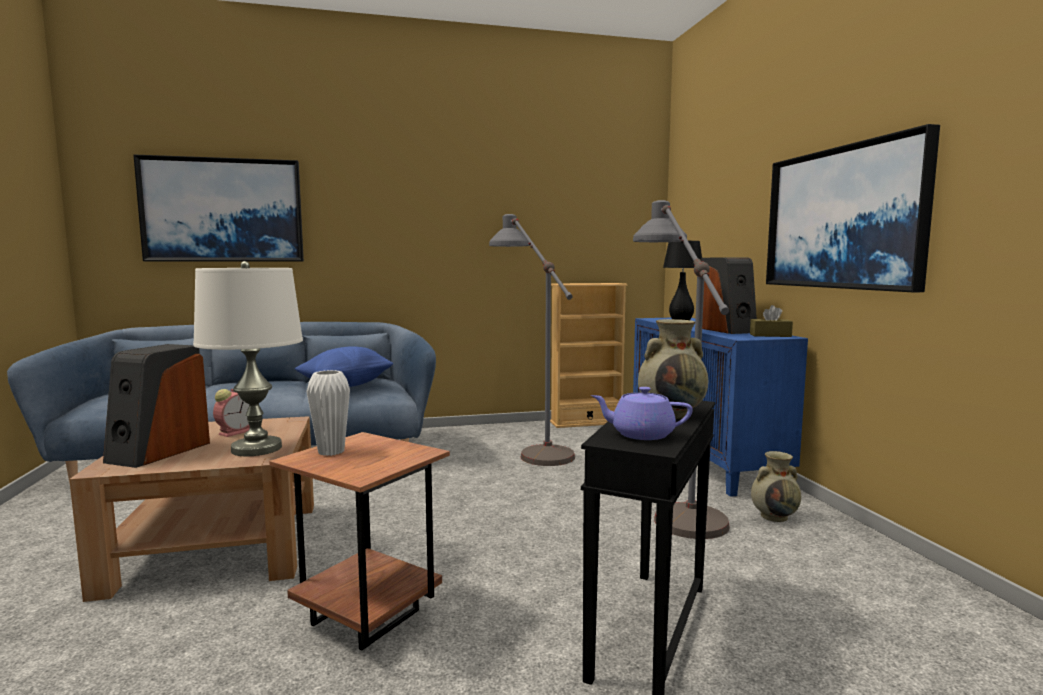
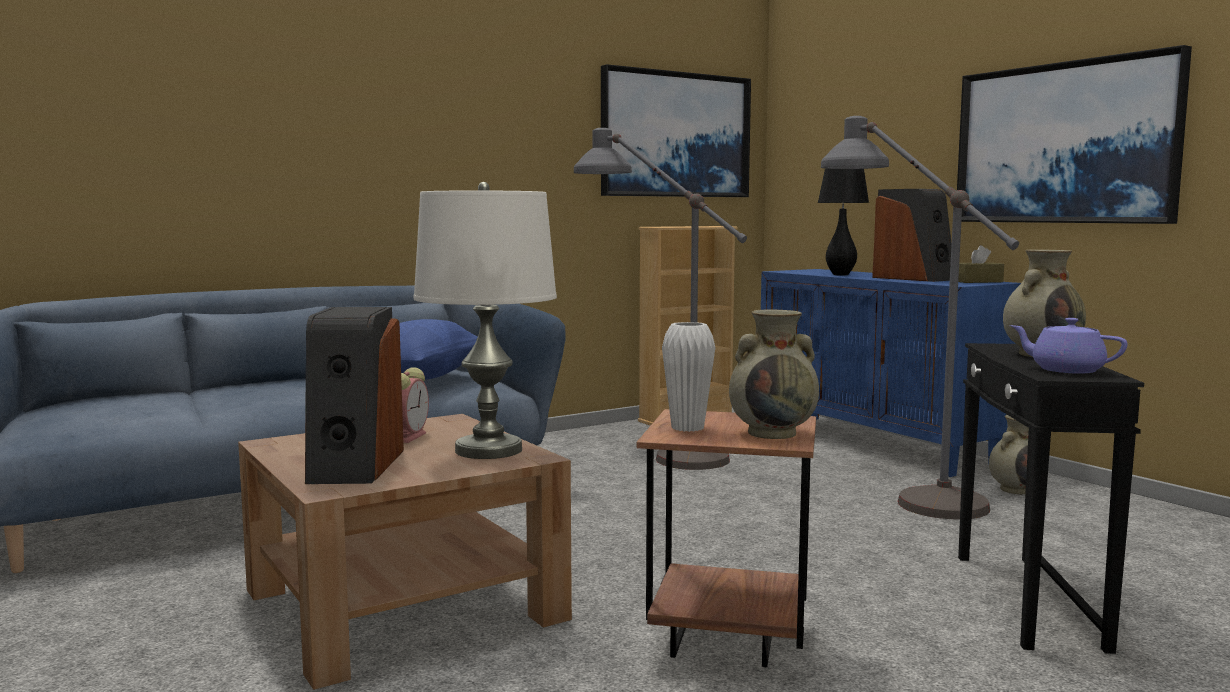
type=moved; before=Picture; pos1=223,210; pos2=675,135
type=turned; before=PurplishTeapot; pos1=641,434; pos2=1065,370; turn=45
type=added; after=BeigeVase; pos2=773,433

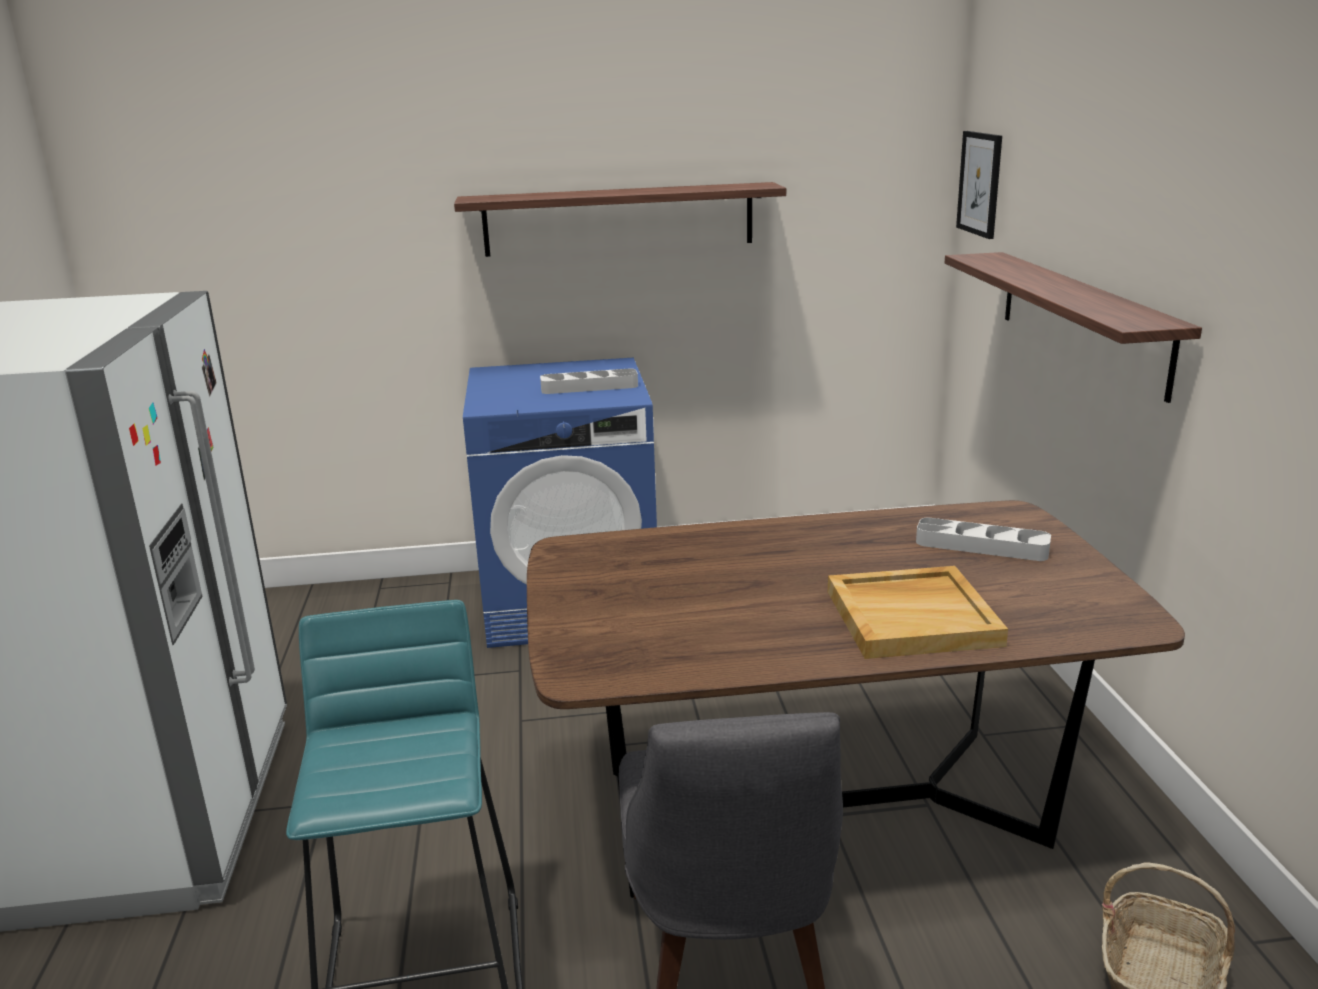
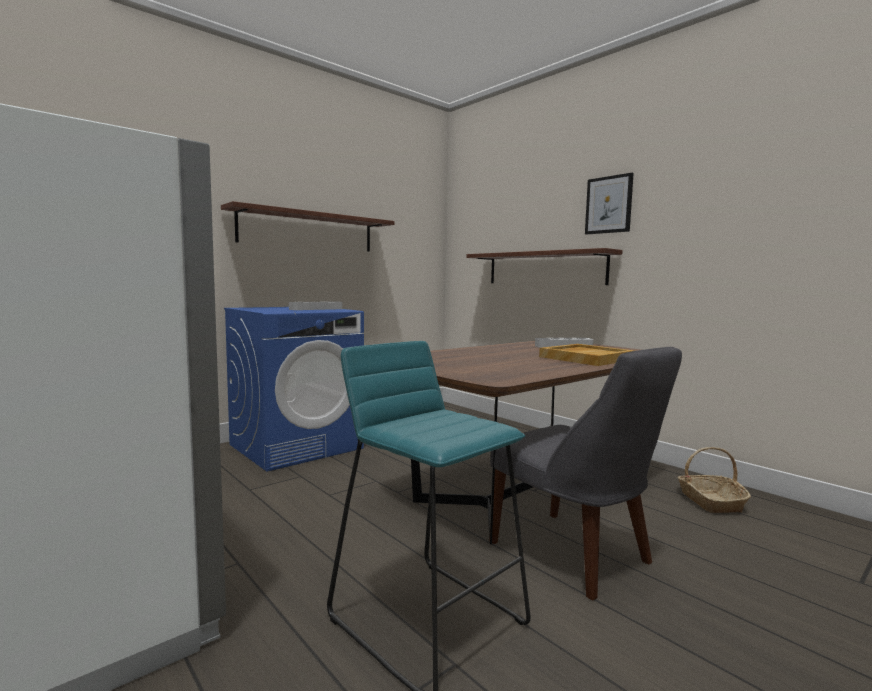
type=moved; before=Picture; pos1=980,183; pos2=608,205

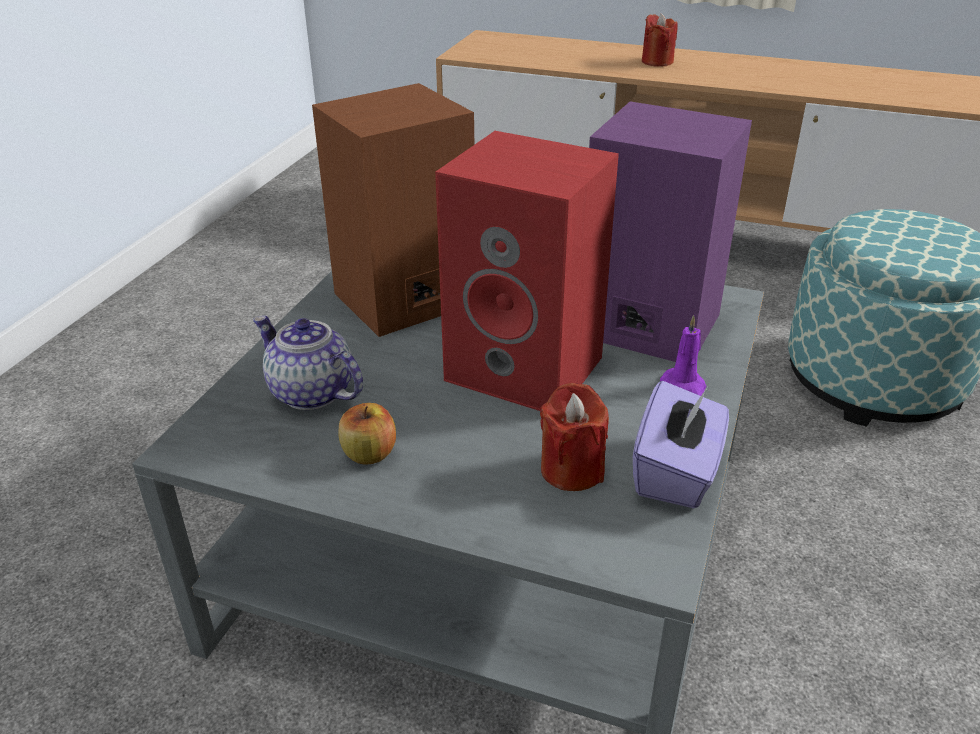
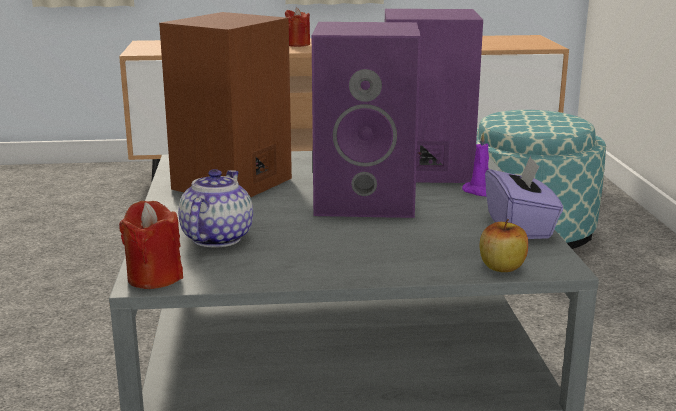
type=turned; before=Teapot; pos1=310,393; pos2=216,238; turn=90
type=moved; before=Apple; pos1=369,454; pos2=502,267
type=recoloured; before=ReddishAudioSpeaker; after=PurplishAudioSpeaker; pos1=529,368; pos2=367,200
type=moved; before=ReddishWaxCandle; pos1=572,470; pos2=154,277

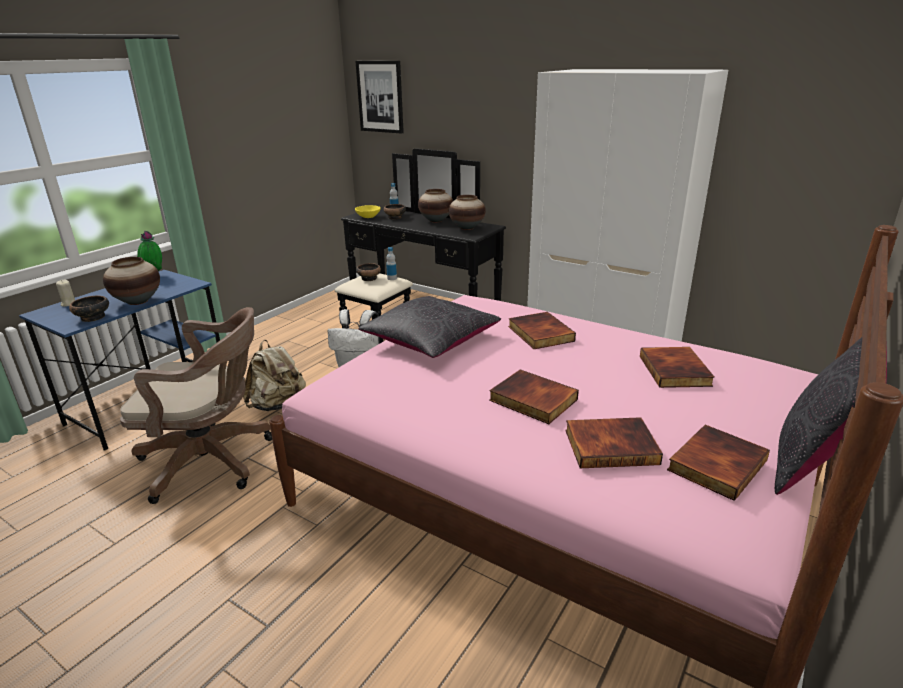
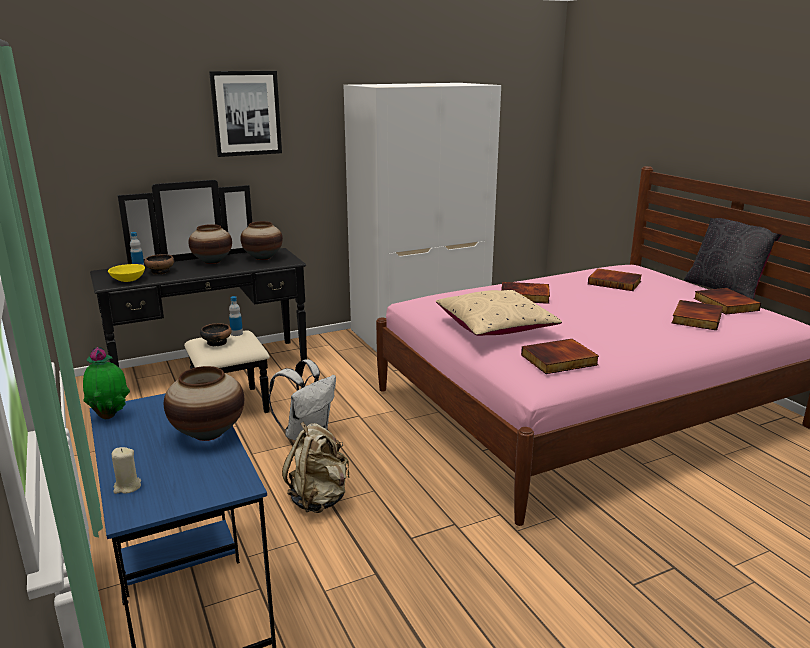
type=removed; before=DeepDish; pos1=93,317
type=removed; before=BrownishDeskChair; pos1=213,461
type=moved; before=Picture; pos1=380,97; pos2=246,113
type=recoloured; before=BlackishPillow; after=BeigePillow; pos1=431,340; pos2=495,327
type=moved; before=Book; pos1=532,400; pos2=559,360

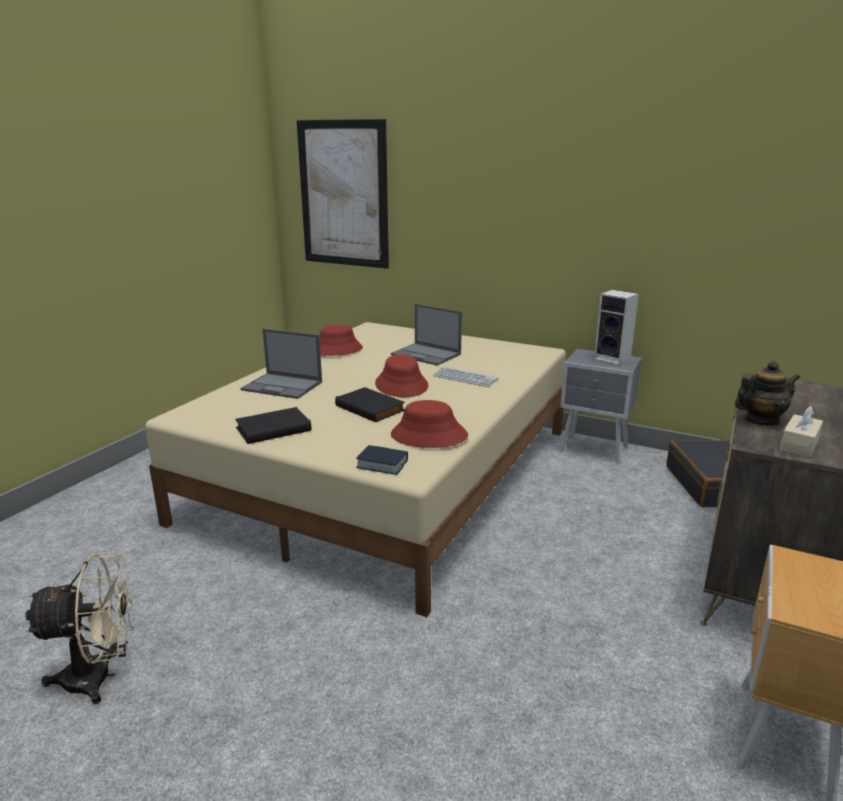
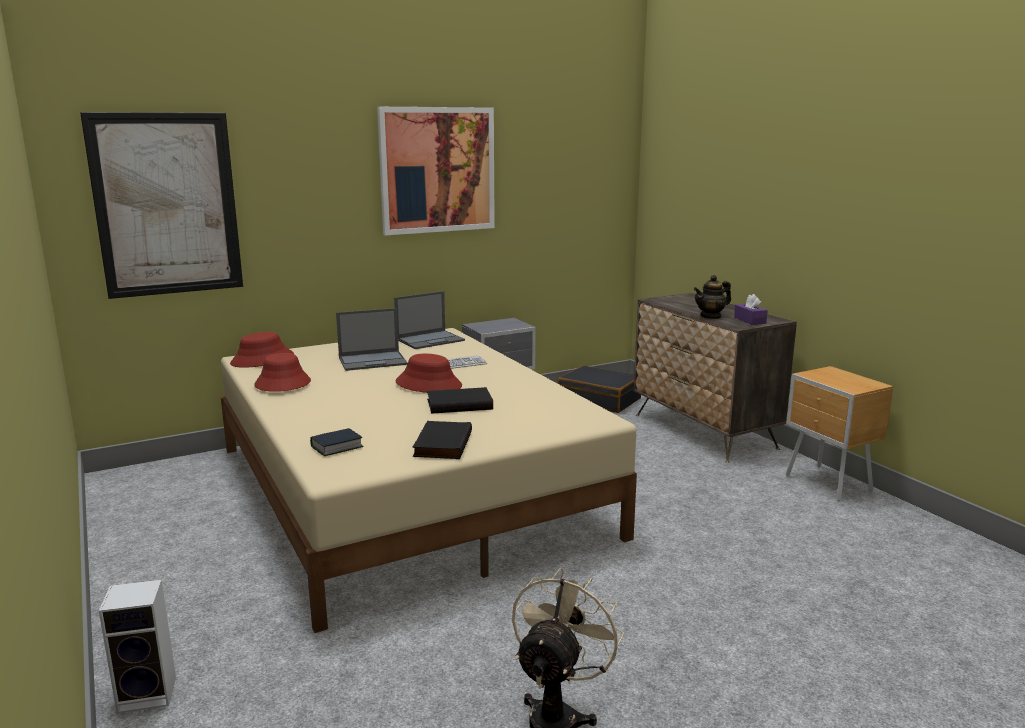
type=moved; before=NotebookComputer; pos1=283,386; pos2=431,340
type=moved; before=Book; pos1=382,464; pos2=337,447
type=moved; before=ReddishWearableHat; pos1=428,436; pos2=262,360
type=moved; before=AudioSpeaker; pos1=613,359; pos2=150,693
type=turned; before=Teapot; pos1=760,420; pos2=711,316; turn=-135
type=recoloured; before=BeigeTissueBox; after=PurplishTissueBox; pos1=799,445; pos2=749,320
type=added; after=Picture; pos2=437,170

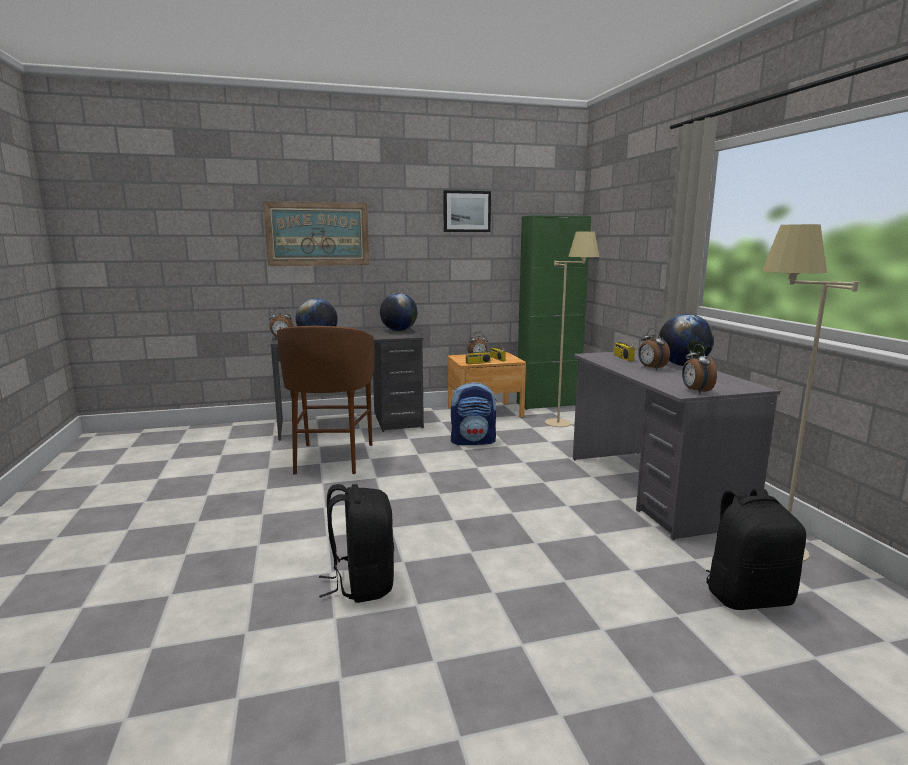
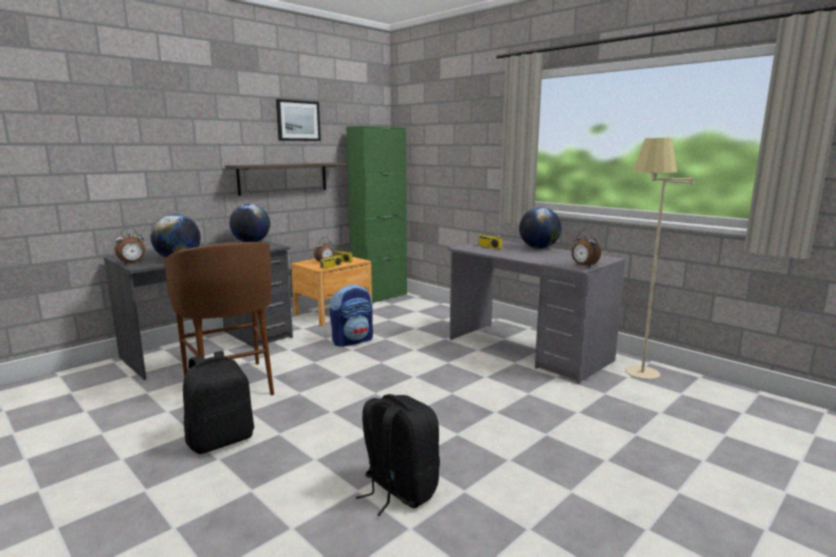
type=removed; before=Picture; pos1=318,234
type=removed; before=BeigeStandardLamp; pos1=566,420
type=removed; before=BedsideClock; pos1=651,368
type=moved; before=BlackishRucksack; pos1=747,596; pos2=221,440
type=added; after=Shelf; pos2=283,178

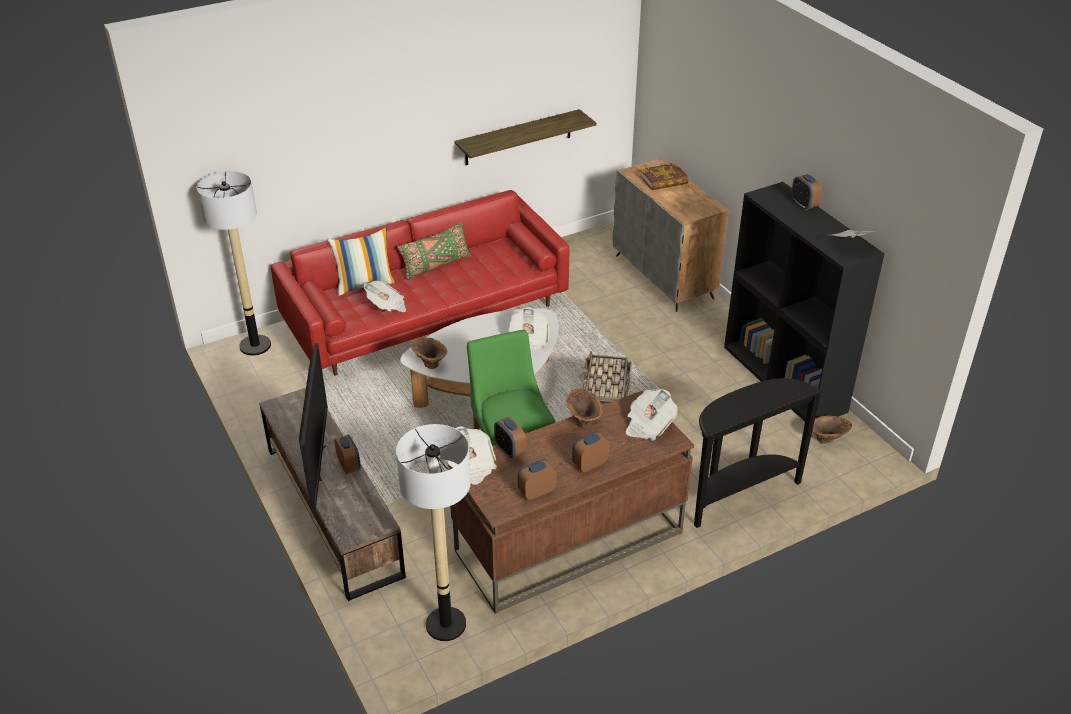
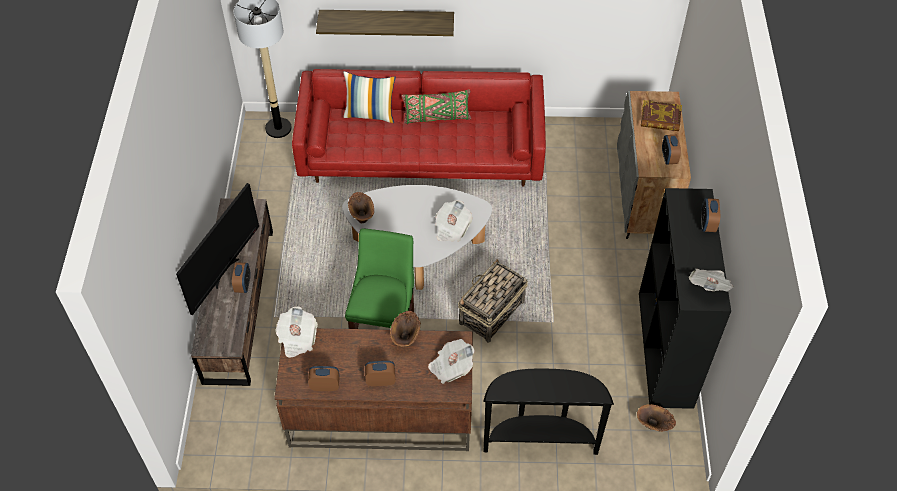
type=removed; before=Newspaper; pos1=387,306
type=removed; before=StandardLamp; pos1=445,624
type=moved; before=Shelf; pos1=518,137; pos2=387,21
type=moved; before=BedsideClock; pos1=510,450; pos2=669,158

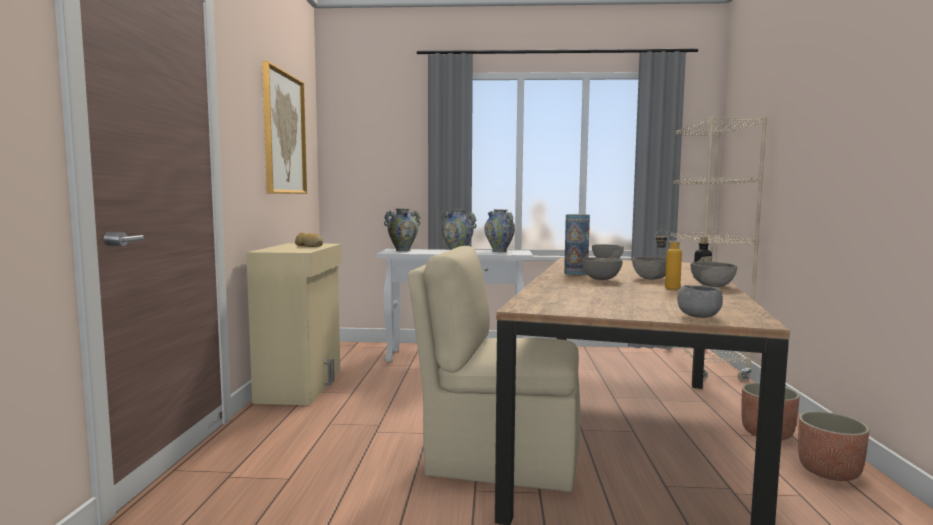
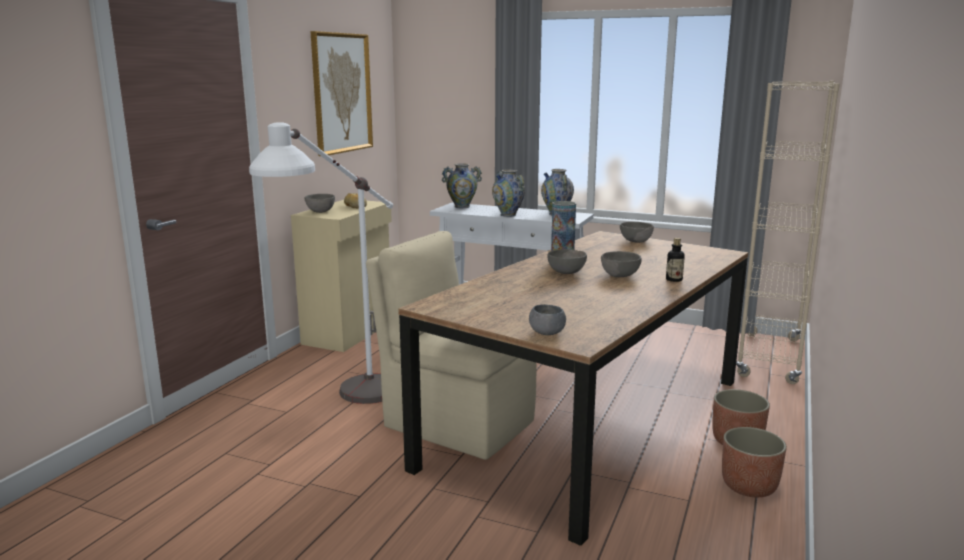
type=removed; before=BeverageBottle; pos1=666,288
type=moved; before=GreyDeepDish; pos1=712,286; pos2=320,212
type=added; after=WhitishStandardLamp; pos2=345,408

